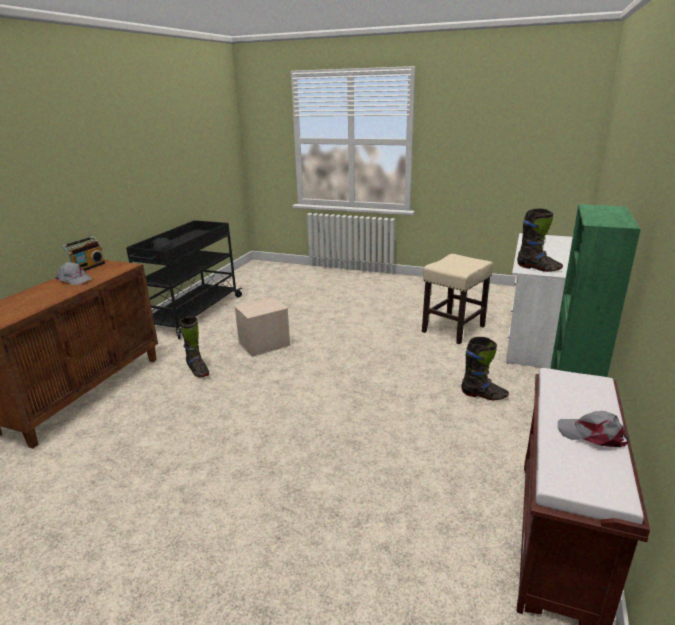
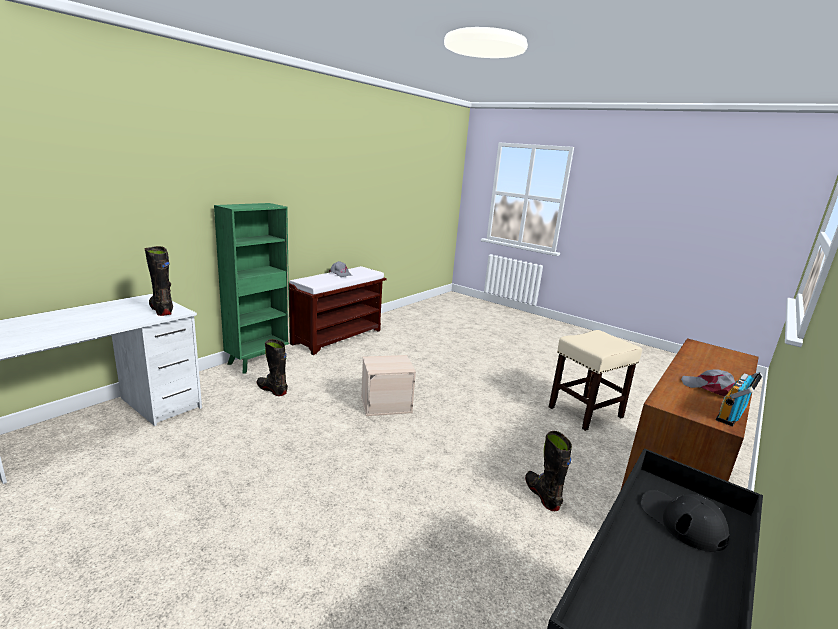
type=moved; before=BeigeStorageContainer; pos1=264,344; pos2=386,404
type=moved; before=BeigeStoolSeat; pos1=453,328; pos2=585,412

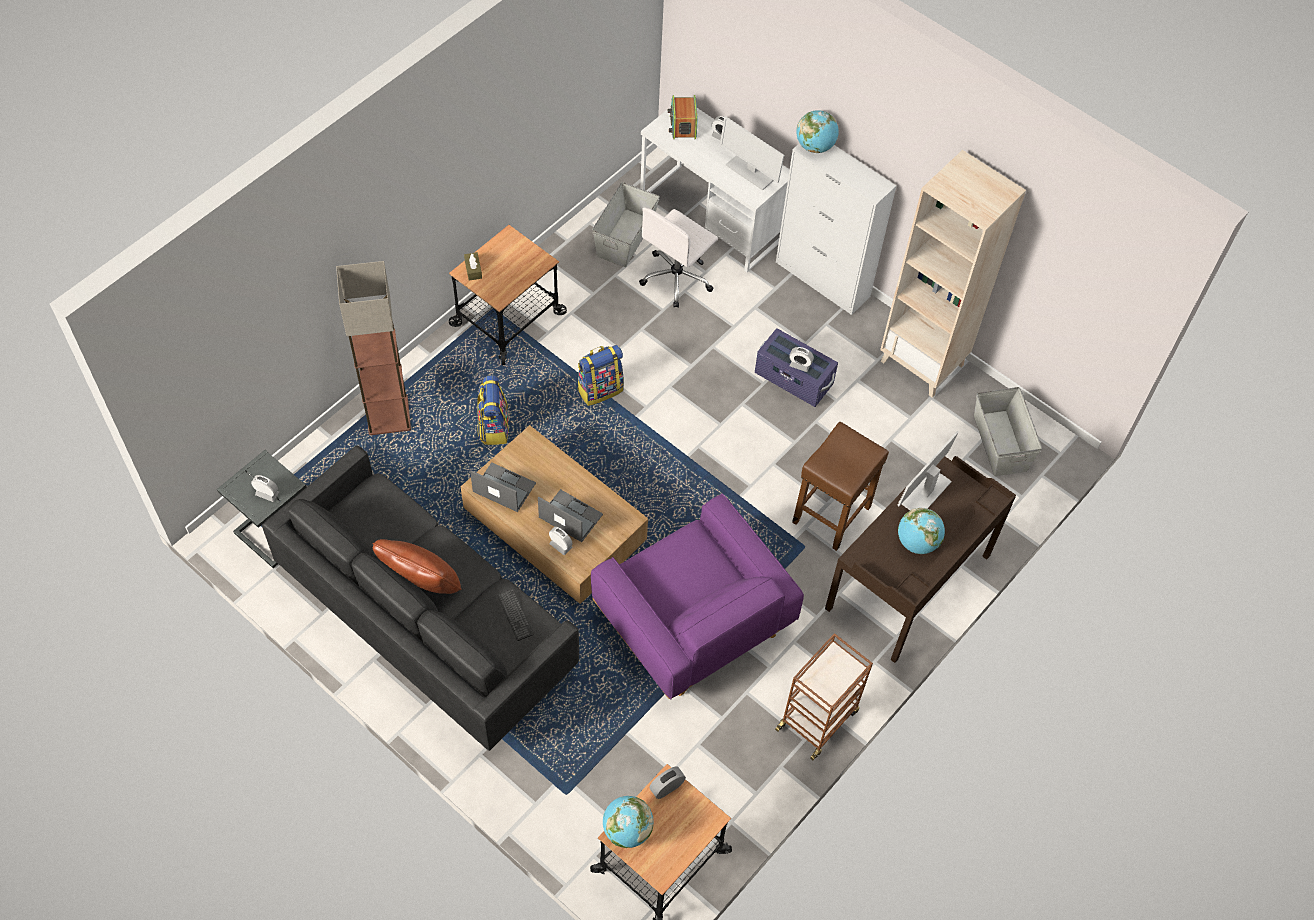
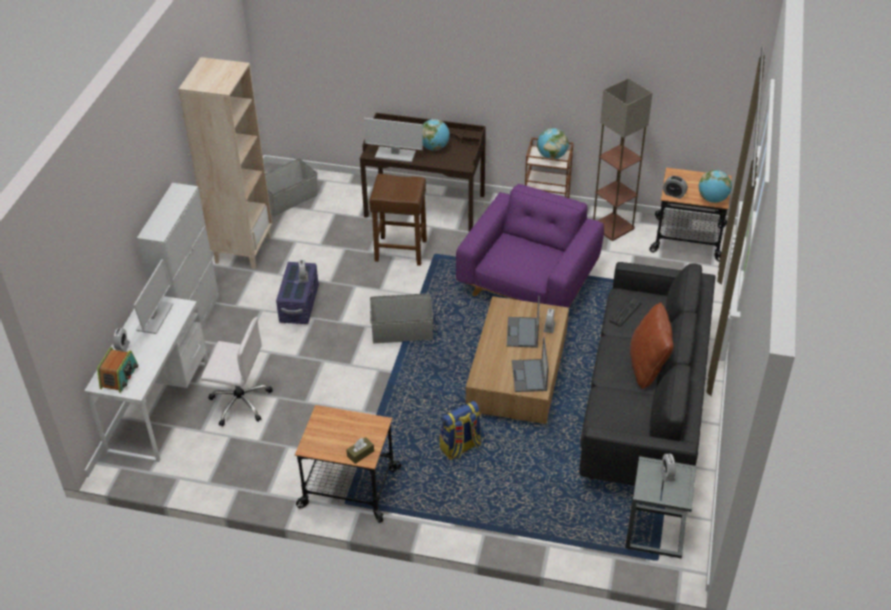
type=moved; before=StandardLamp; pos1=387,415; pos2=613,227
type=removed; before=Rucksack; pos1=600,389
type=moved; before=GreyStorageContainer; pos1=626,237; pos2=402,331
type=turned; before=Radio; pos1=683,124; pos2=119,376; turn=-45
type=moved; before=Globe; pos1=815,146; pos2=551,156

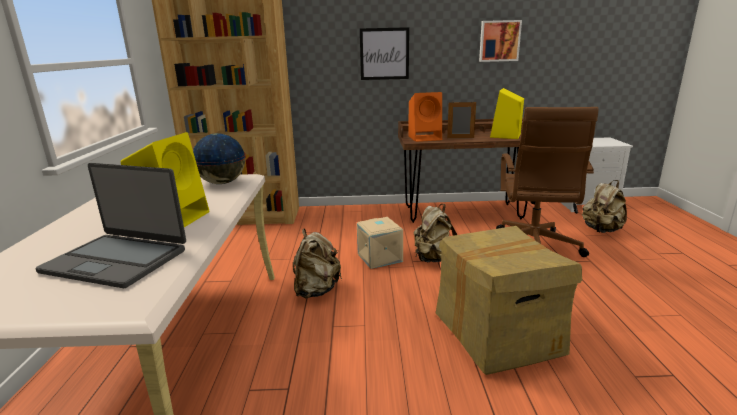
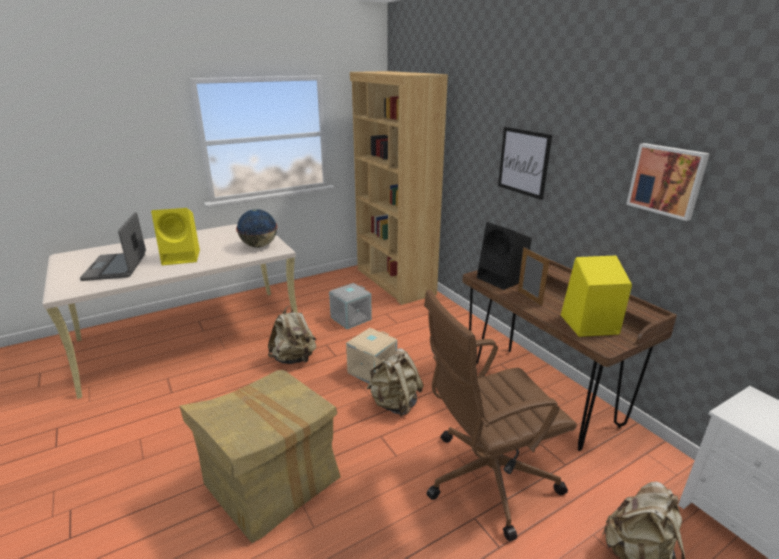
type=recoloured; before=OrangeColouredAudioSpeaker; after=BlackishAudioSpeaker; pos1=425,138; pos2=502,279
type=added; after=GreyStorageContainer; pos2=351,318

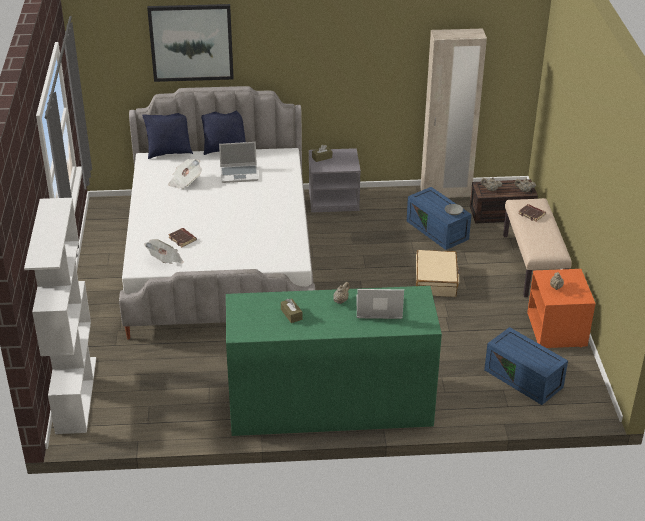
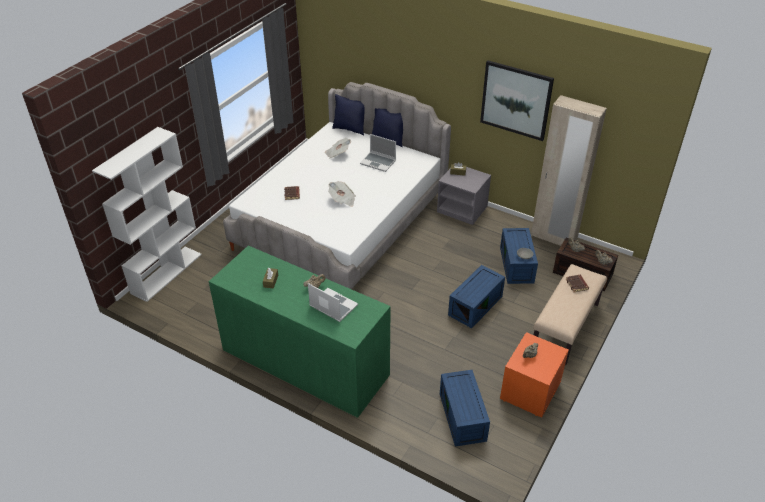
type=moved; before=Newspaper; pos1=165,260; pos2=342,200
type=moved; before=Picture; pos1=191,42; pos2=516,100
type=replaced; before=BeigePieceOfLuggage; after=BluishStorageContainer; pos1=436,281; pos2=475,305

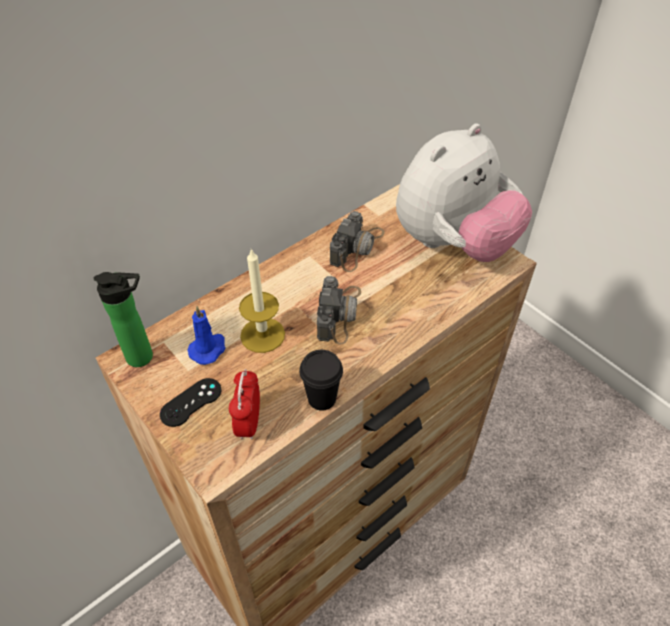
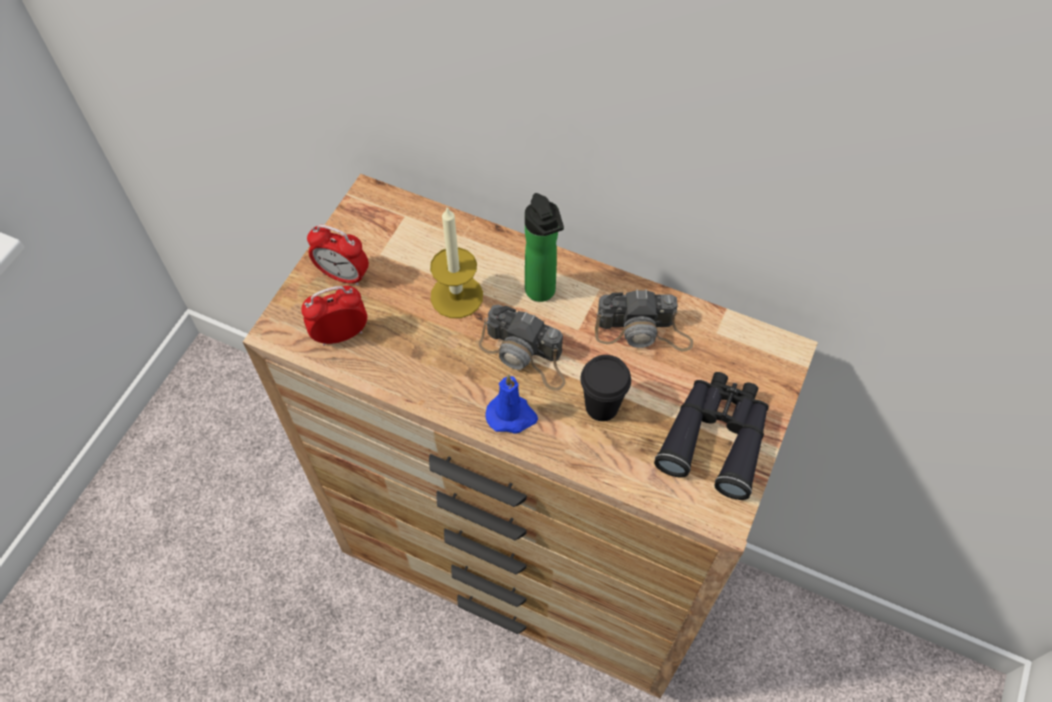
type=moved; before=BeverageBottle; pos1=144,357; pos2=542,293
type=replaced; before=BlackishGameController; after=BedsideClock; pos1=191,402; pos2=343,275
type=moved; before=BluishWaxCandle; pos1=208,349; pos2=512,416
type=moved; before=BlackishSmallCup; pos1=322,398; pos2=601,406
type=turned; before=StillCamera; pos1=339,313; pos2=525,355; turn=45
type=replaced; before=SoftToy; after=BlackishBinoculars; pos1=453,244; pos2=715,437

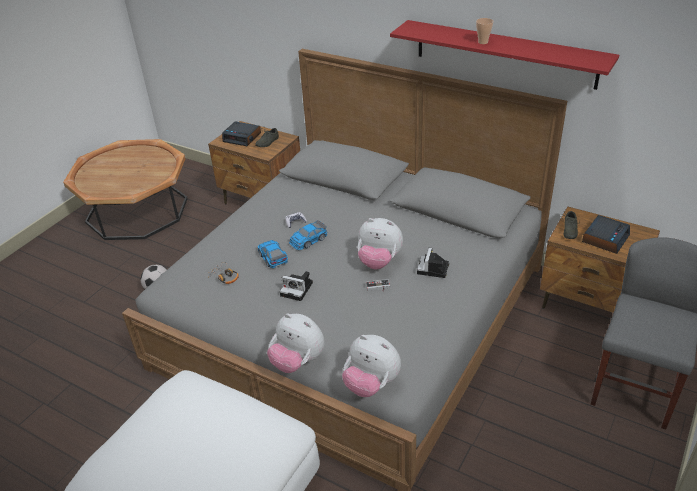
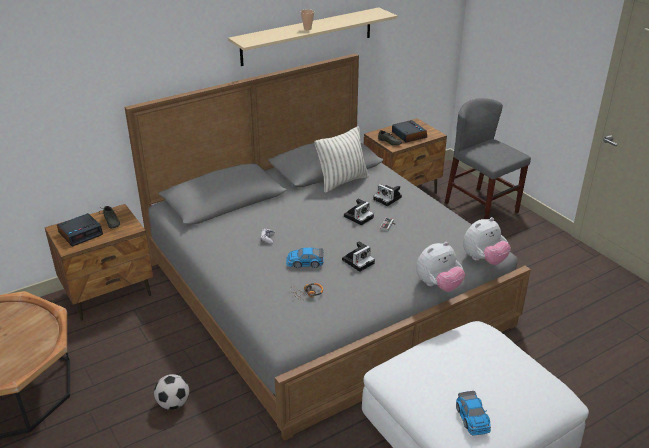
type=moved; before=ToyCar; pos1=308,240; pos2=472,418
type=replaced; before=SoftToy; after=StillCamera; pos1=379,261; pos2=359,216
type=recoloured; before=ReddishShelf; after=BeigeShelf; pos1=504,54; pos2=307,36
type=added; after=Pillow; pos2=342,181

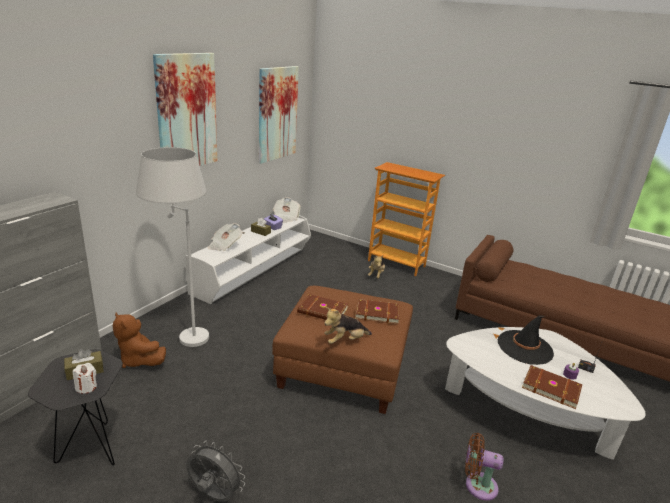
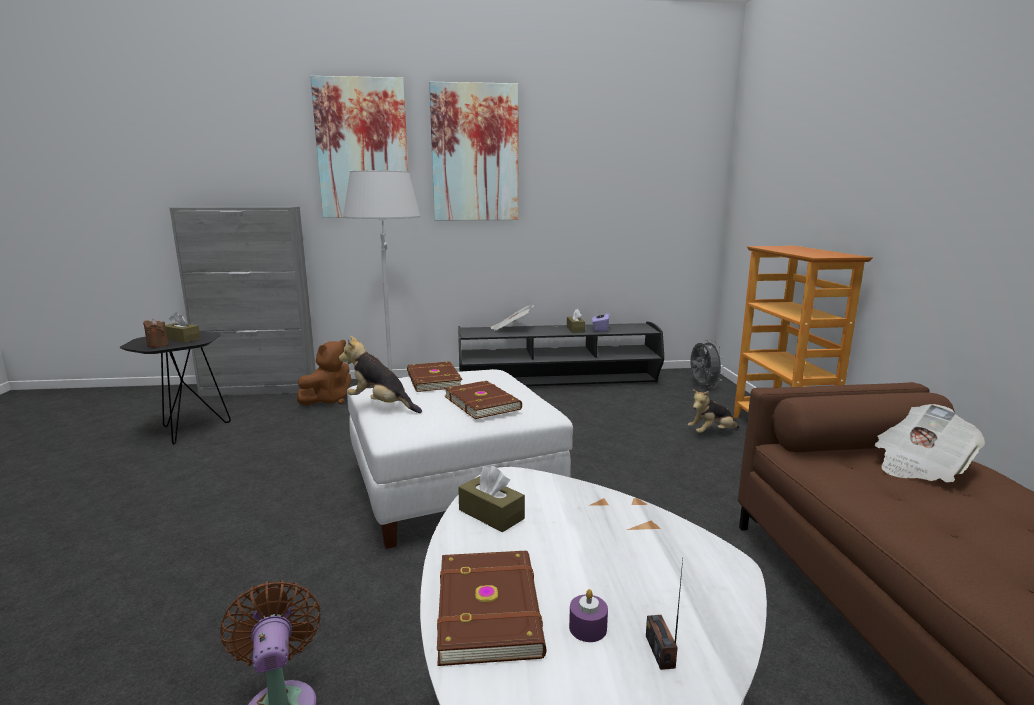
type=recoloured; before=WhitishWaxCandle; after=BrownishWaxCandle; pos1=86,387; pos2=157,345
type=turned; before=BrownishSoftToy; pos1=139,360; pos2=329,400; turn=-150
type=recoloured; before=WhitishMediaConsole; after=BlackishMediaConsole; pos1=254,271; pos2=558,382
type=moved; before=GreyCoolingFan; pos1=213,496; pos2=702,386
type=moved; before=Picture; pos1=277,114; pos2=362,149
type=recoloured; before=BrownishFootrest; after=WhitishFootrest; pos1=344,366; pos2=454,486
type=moved; before=Newspaper; pos1=286,217; pos2=918,465
type=removed; before=BlackishWearableHat; pos1=525,347
type=added; after=BrownishTissueBox; pos2=491,514

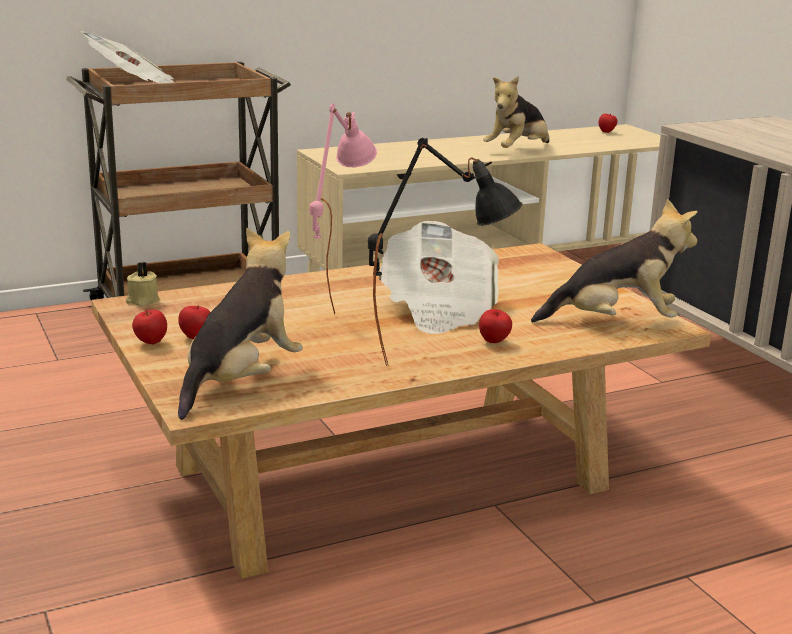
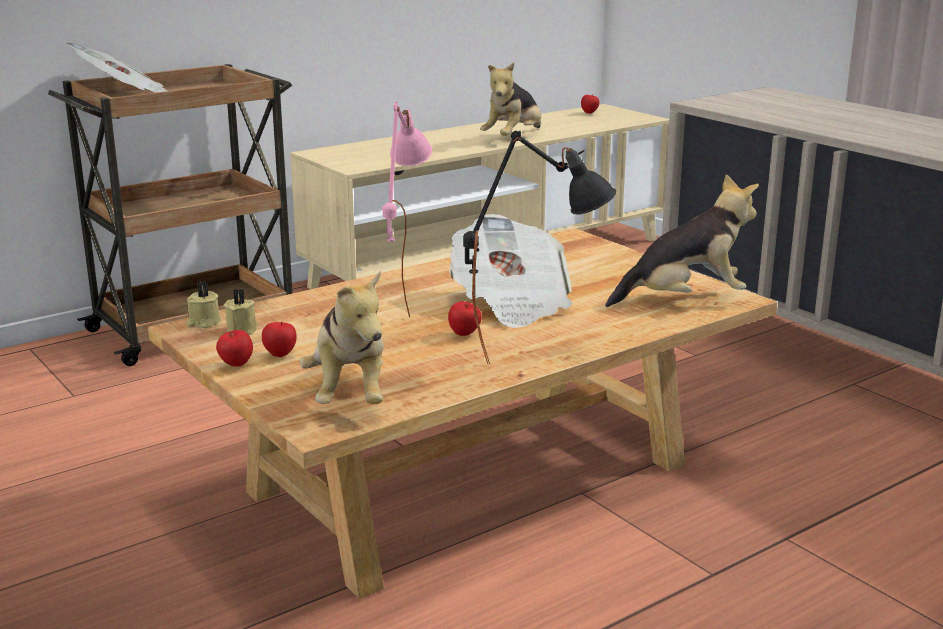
type=turned; before=SoftToy; pos1=241,381; pos2=350,394; turn=150
type=moved; before=Apple; pos1=494,342; pos2=464,335
type=added; after=BeigeWaxCandle; pos2=243,330

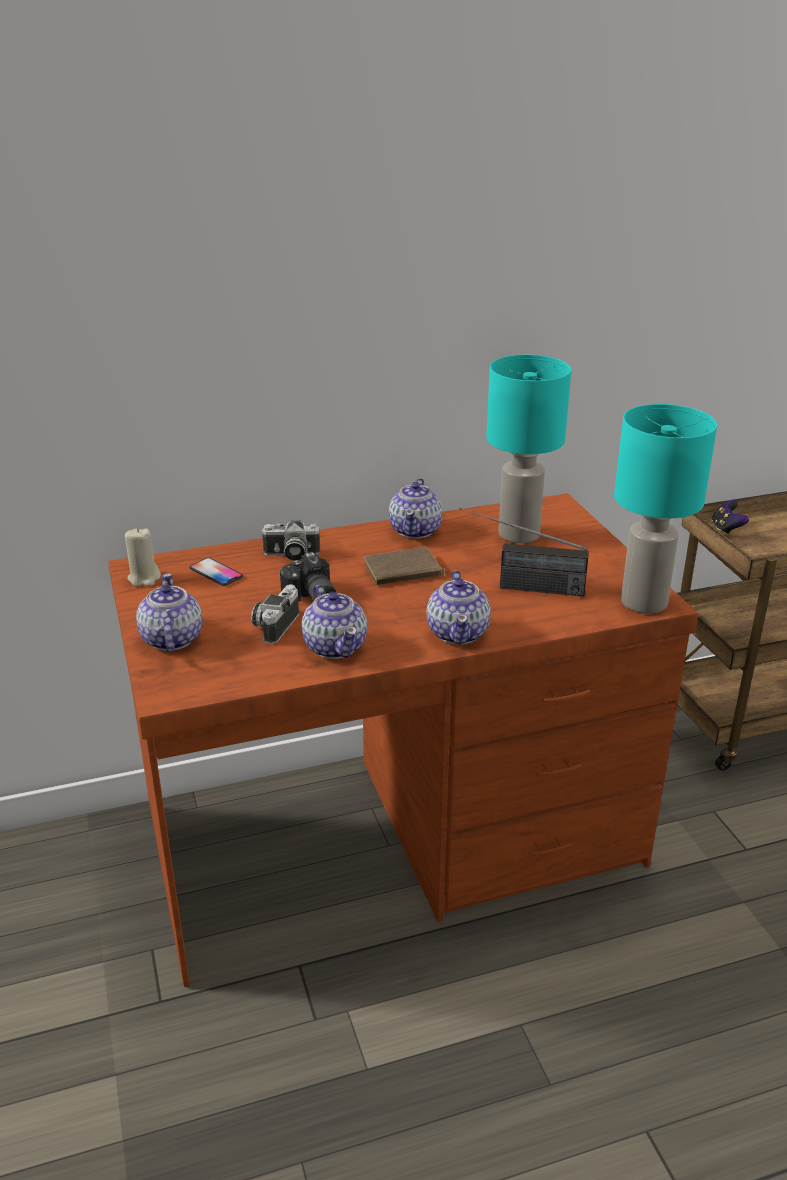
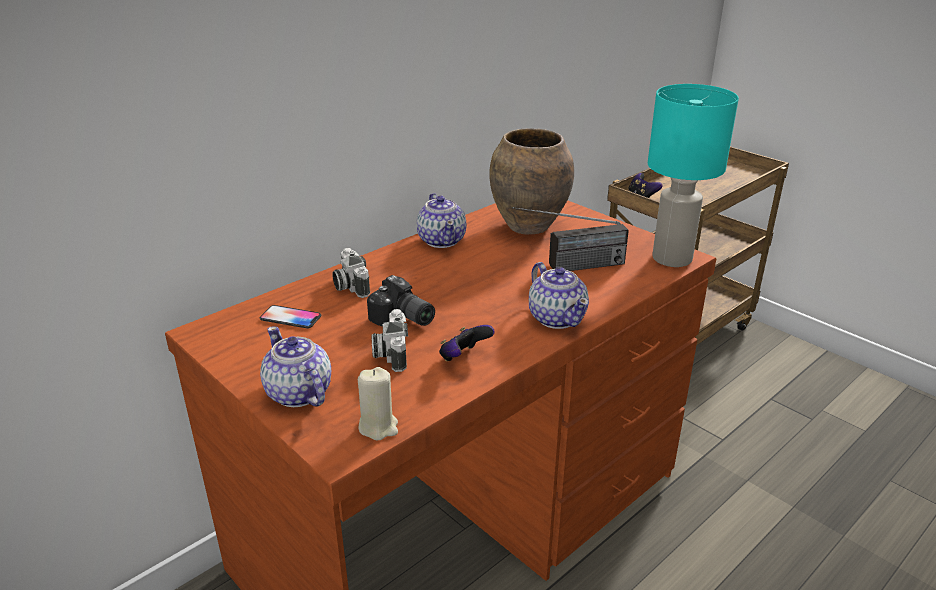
type=moved; before=BeigeWaxCandle; pos1=144,578; pos2=378,427
type=turned; before=StillCamera; pos1=291,555; pos2=349,285; turn=90
type=replaced; before=Teapot; after=GameController; pos1=335,646; pos2=464,357
type=removed; before=BrownishBook; pos1=403,572
type=replaced; before=TurquoiseTabletopLamp; after=BrownishVase; pos1=518,534; pos2=528,226

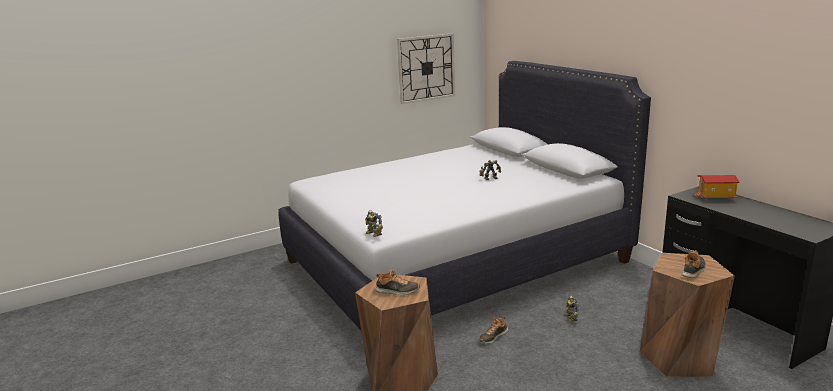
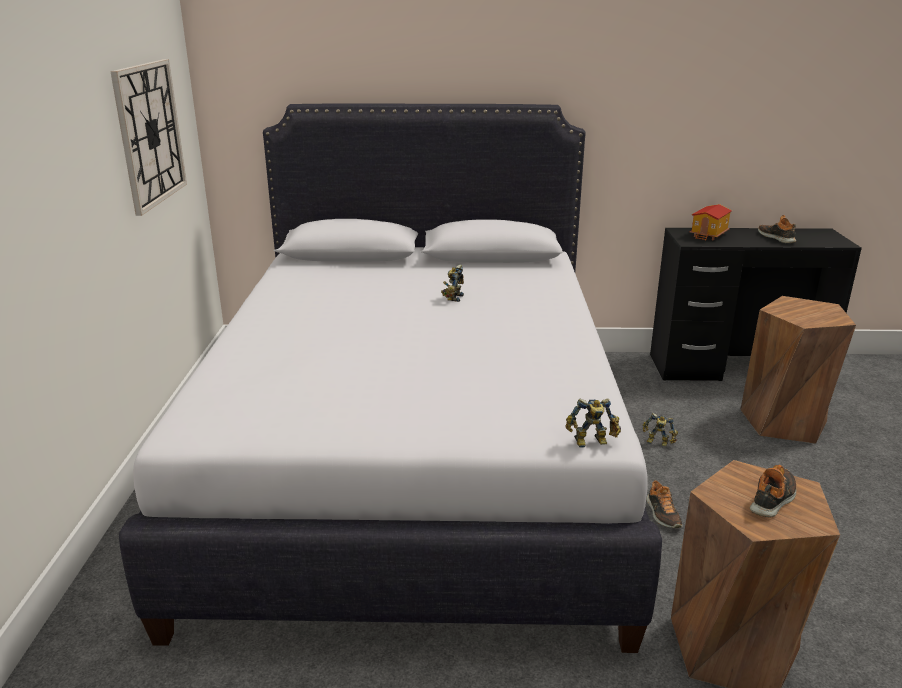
type=moved; before=LowShoe; pos1=693,270; pos2=776,238

